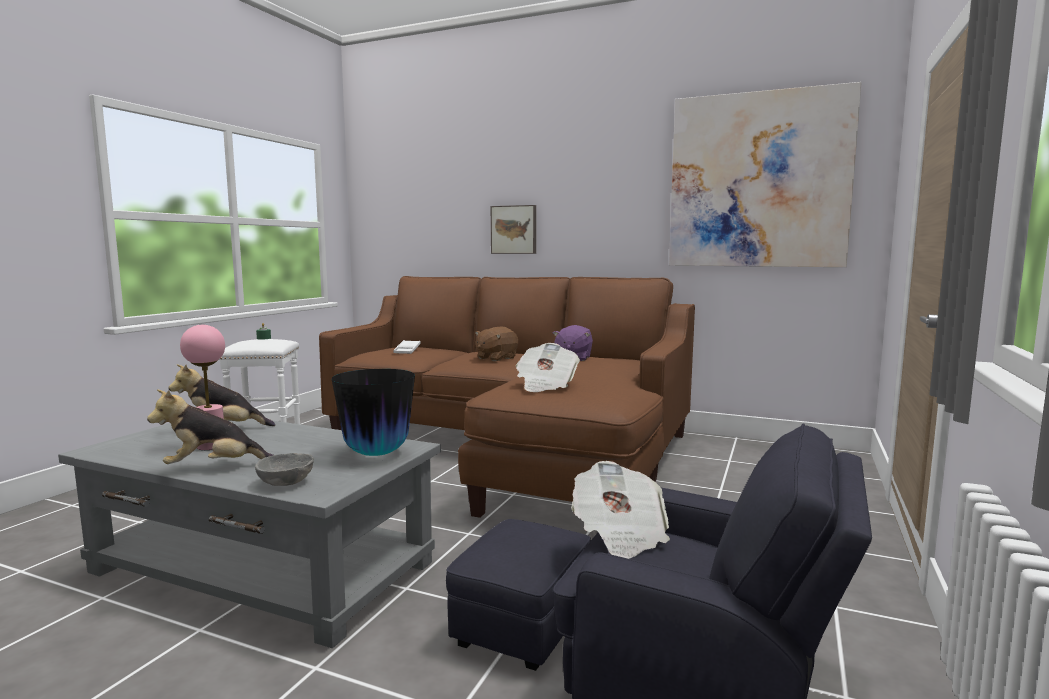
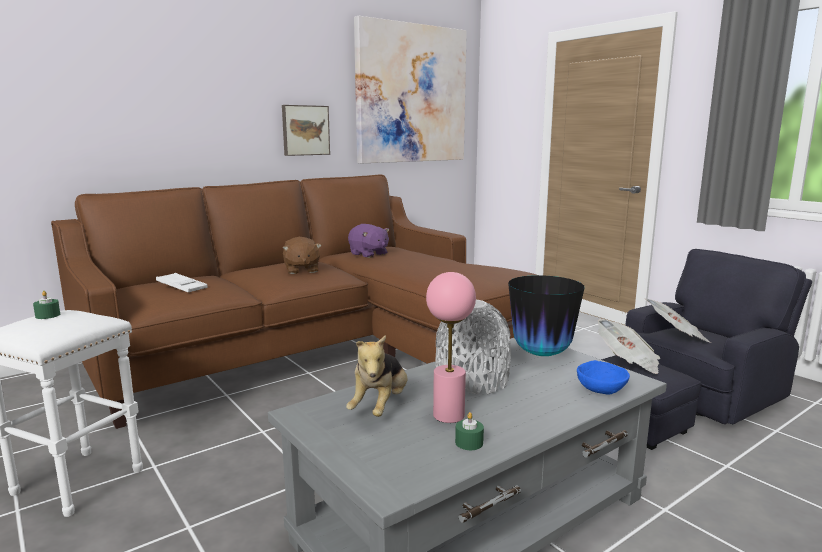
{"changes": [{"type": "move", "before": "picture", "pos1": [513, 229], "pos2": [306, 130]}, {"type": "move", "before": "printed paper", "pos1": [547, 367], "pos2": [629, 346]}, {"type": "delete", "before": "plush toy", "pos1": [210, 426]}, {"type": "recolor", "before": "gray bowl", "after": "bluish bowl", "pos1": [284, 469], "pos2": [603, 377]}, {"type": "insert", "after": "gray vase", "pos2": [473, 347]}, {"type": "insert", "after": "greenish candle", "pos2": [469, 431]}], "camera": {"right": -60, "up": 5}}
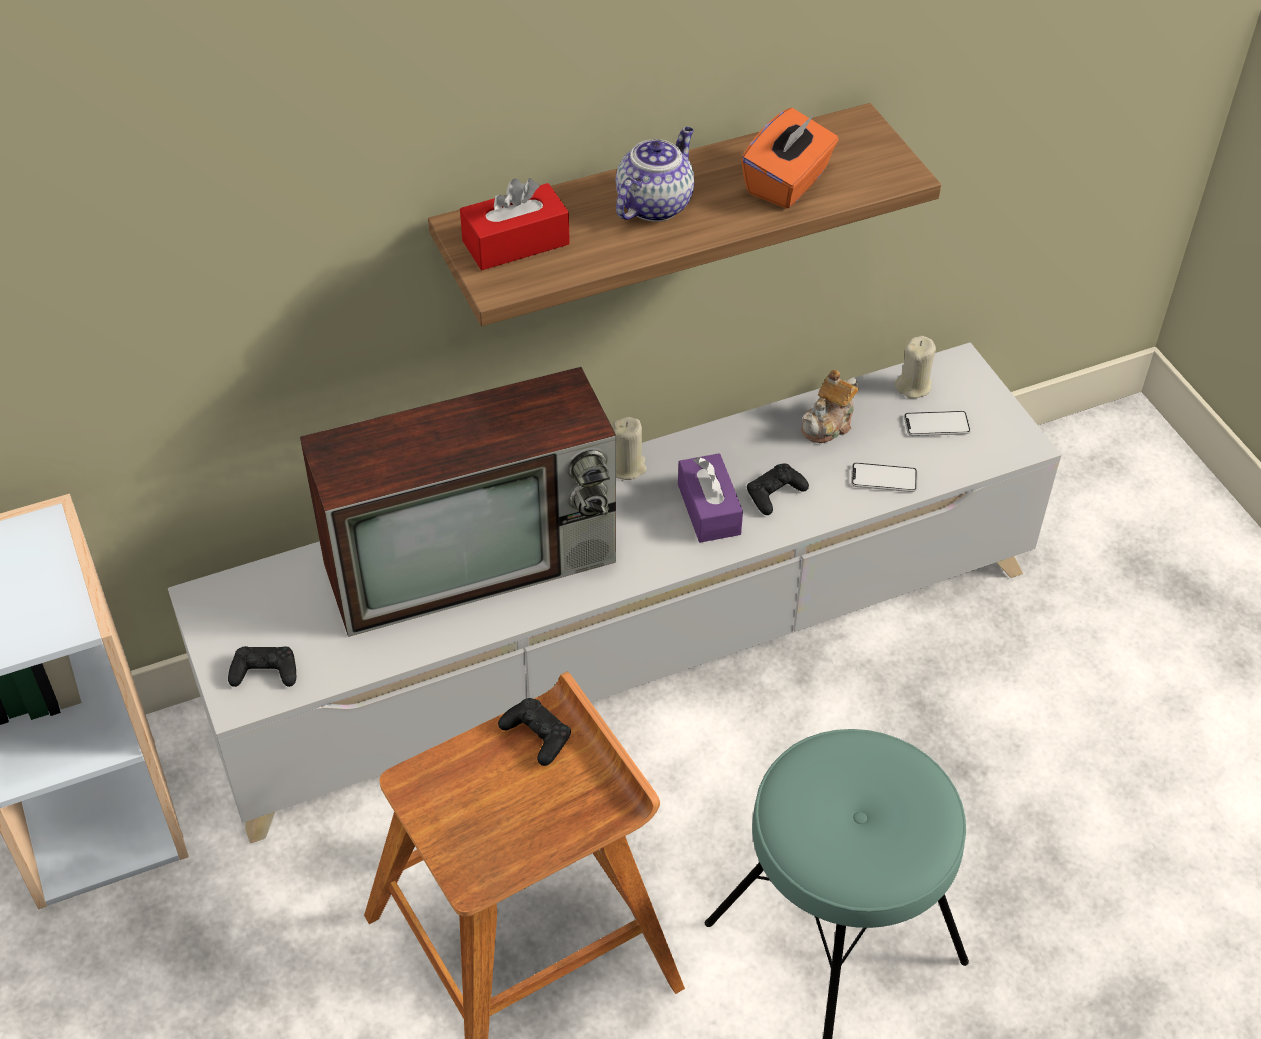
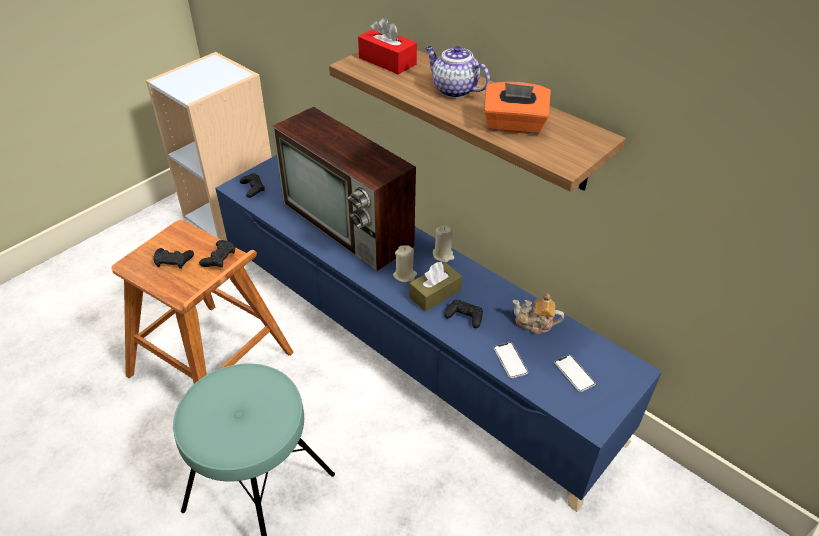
{"changes": [{"type": "rotate", "before": "teapot", "pos1": [655, 174], "pos2": [457, 72], "turn": -150}, {"type": "move", "before": "beige-coloured candle", "pos1": [915, 367], "pos2": [405, 263]}, {"type": "recolor", "before": "white tv unit", "after": "bluish tv unit", "pos1": [615, 593], "pos2": [438, 333]}, {"type": "recolor", "before": "purplish box of tissues", "after": "brown box of tissues", "pos1": [710, 498], "pos2": [435, 287]}, {"type": "insert", "after": "black-coloured game controller", "pos2": [173, 258]}], "camera": {"right": 65, "up": -5}}
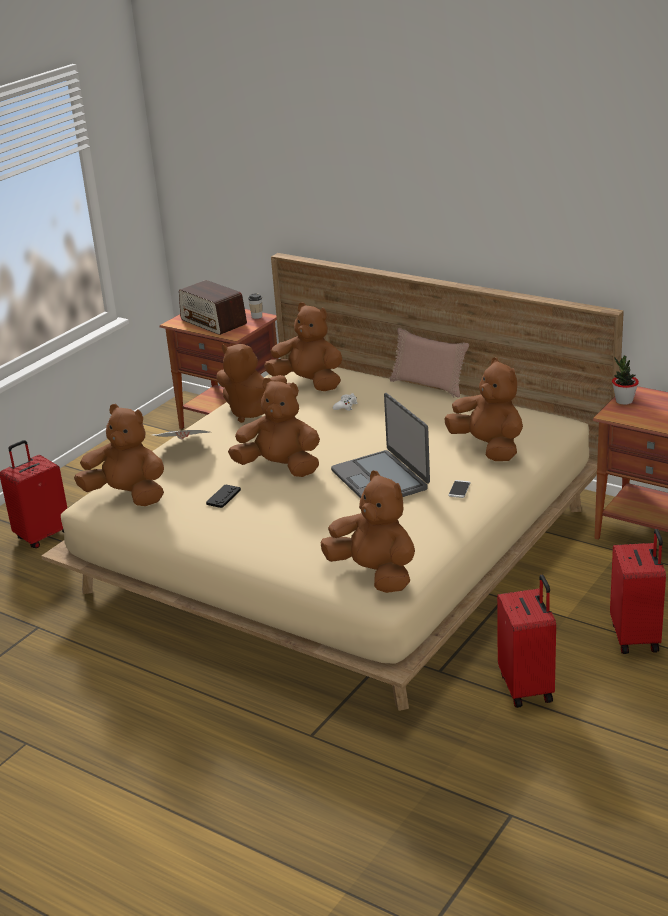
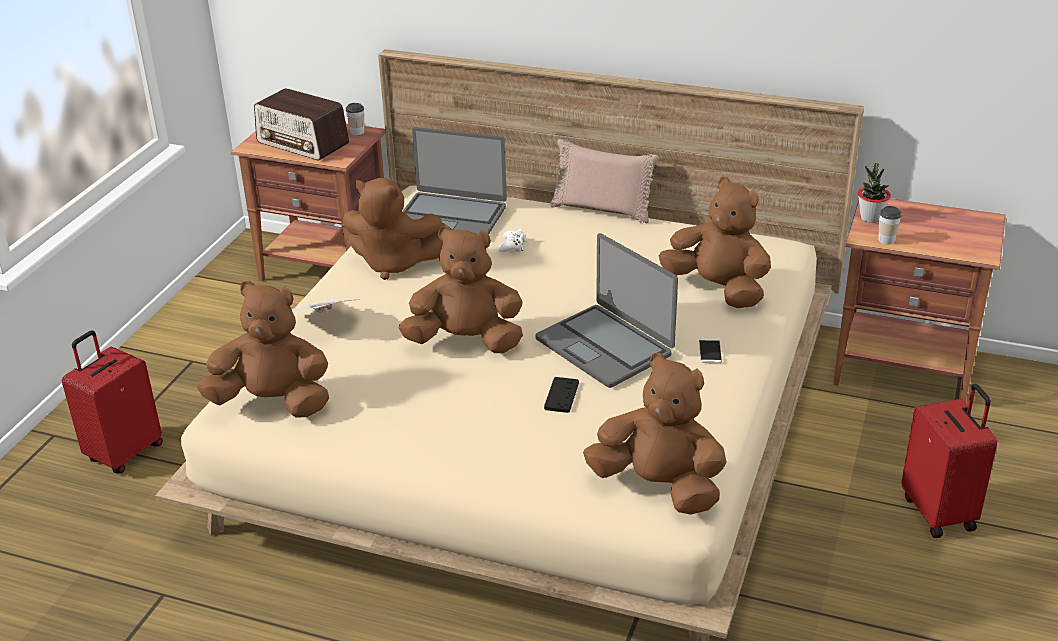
{"changes": [{"type": "replace", "before": "brown plush toy", "after": "notebook computer", "pos1": [303, 346], "pos2": [454, 180]}, {"type": "move", "before": "black-coloured game controller", "pos1": [223, 496], "pos2": [561, 395]}, {"type": "delete", "before": "red-coloured suitcase", "pos1": [526, 641]}, {"type": "insert", "after": "small cup", "pos2": [890, 225]}], "camera": {"right": -15, "up": 5}}
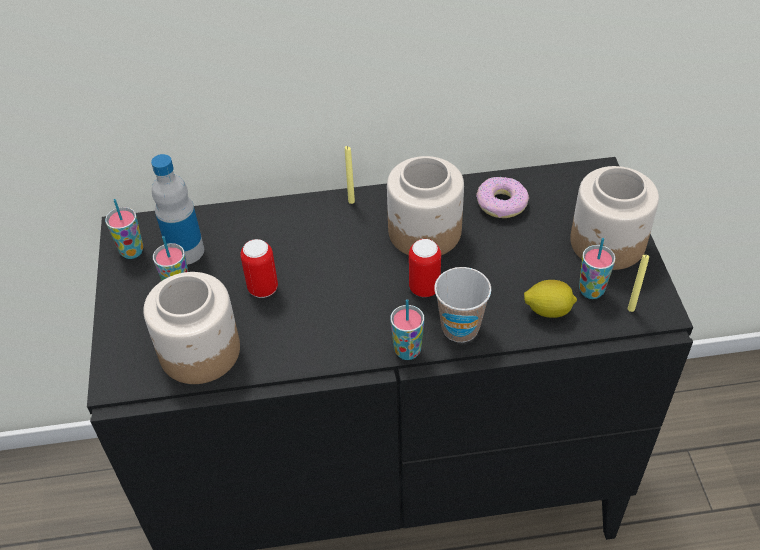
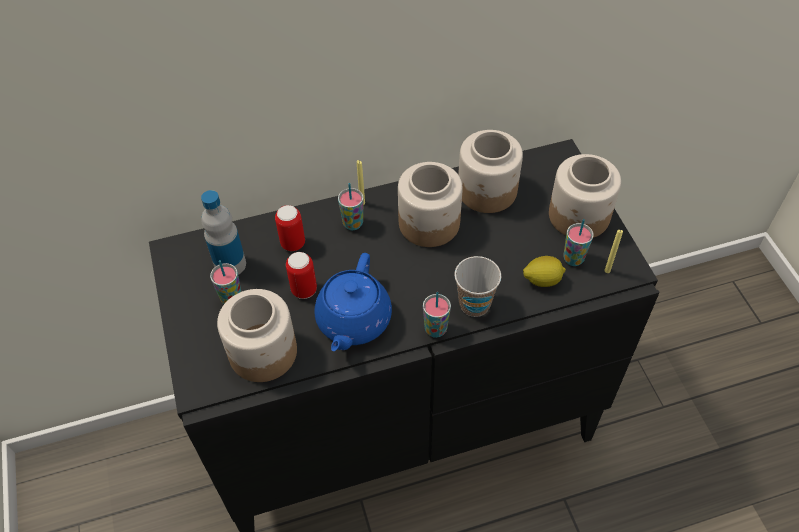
{"changes": [{"type": "replace", "before": "donut", "after": "storage jar", "pos1": [502, 197], "pos2": [490, 171]}, {"type": "move", "before": "small cup", "pos1": [124, 229], "pos2": [351, 206]}, {"type": "move", "before": "metal can", "pos1": [425, 268], "pos2": [290, 228]}, {"type": "insert", "after": "bluish teapot", "pos2": [353, 302]}], "camera": {"right": -10, "up": 5}}
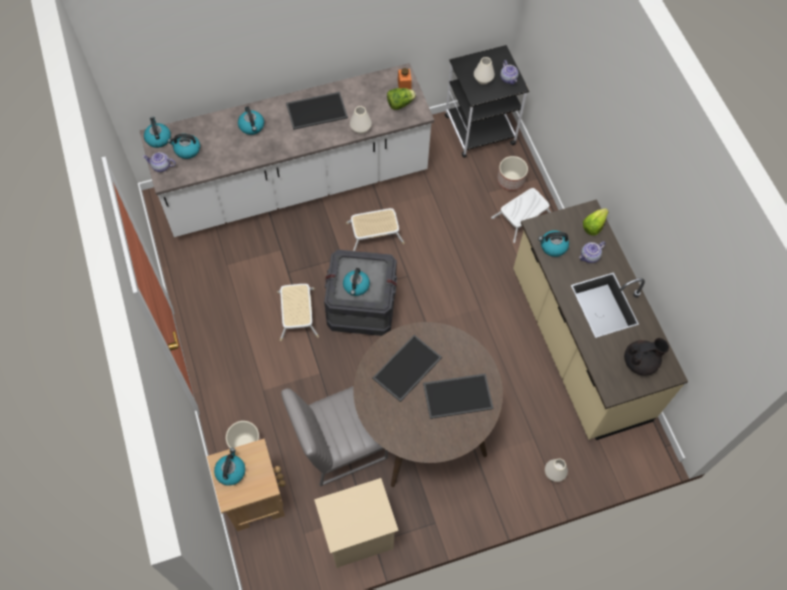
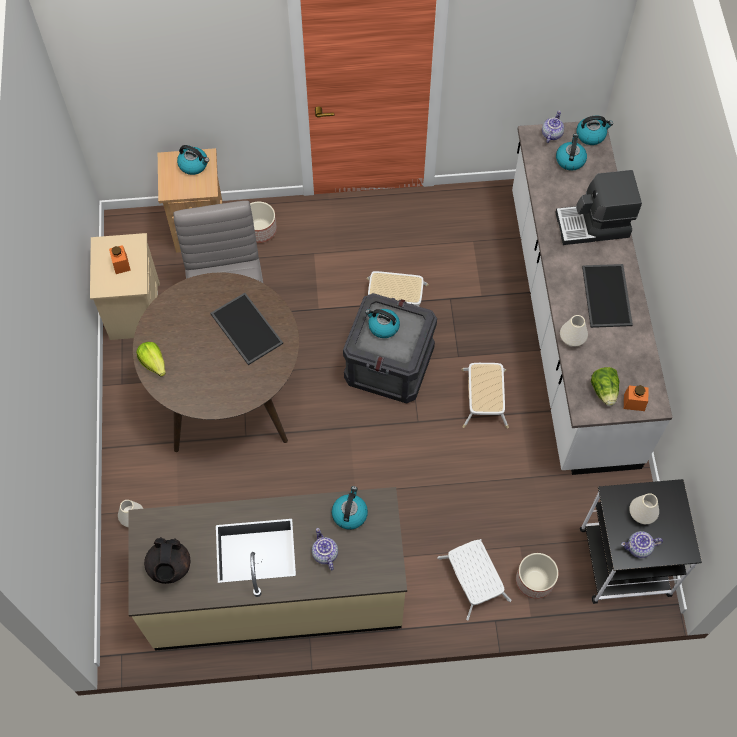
{"changes": [{"type": "replace", "before": "kettle", "after": "coffee brewer", "pos1": [251, 120], "pos2": [598, 207]}, {"type": "move", "before": "lettuce", "pos1": [596, 222], "pos2": [151, 359]}, {"type": "delete", "before": "carrying tray", "pos1": [458, 396]}, {"type": "insert", "after": "orangey storage jar", "pos2": [120, 259]}], "camera": {"right": 105, "up": 0}}
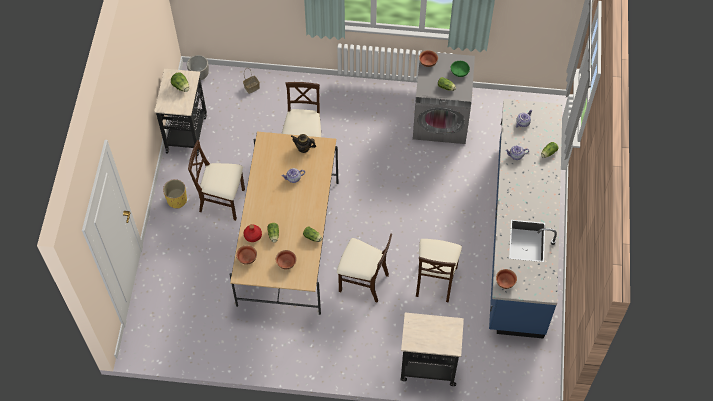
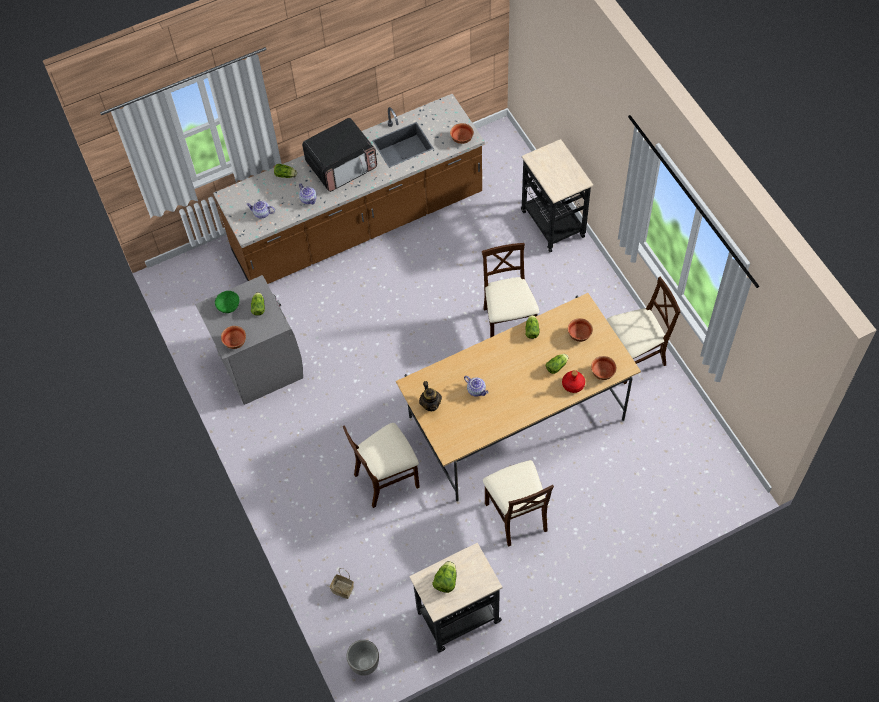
{"changes": [{"type": "recolor", "before": "bluish kitchen counter", "after": "brown kitchen counter", "pos1": [525, 219], "pos2": [349, 188]}, {"type": "delete", "before": "yellowish plant pot", "pos1": [175, 194]}, {"type": "move", "before": "beige-coloured plain chair", "pos1": [439, 270], "pos2": [643, 330]}, {"type": "insert", "after": "microwave oven", "pos2": [339, 155]}], "camera": {"right": -120, "up": 0}}
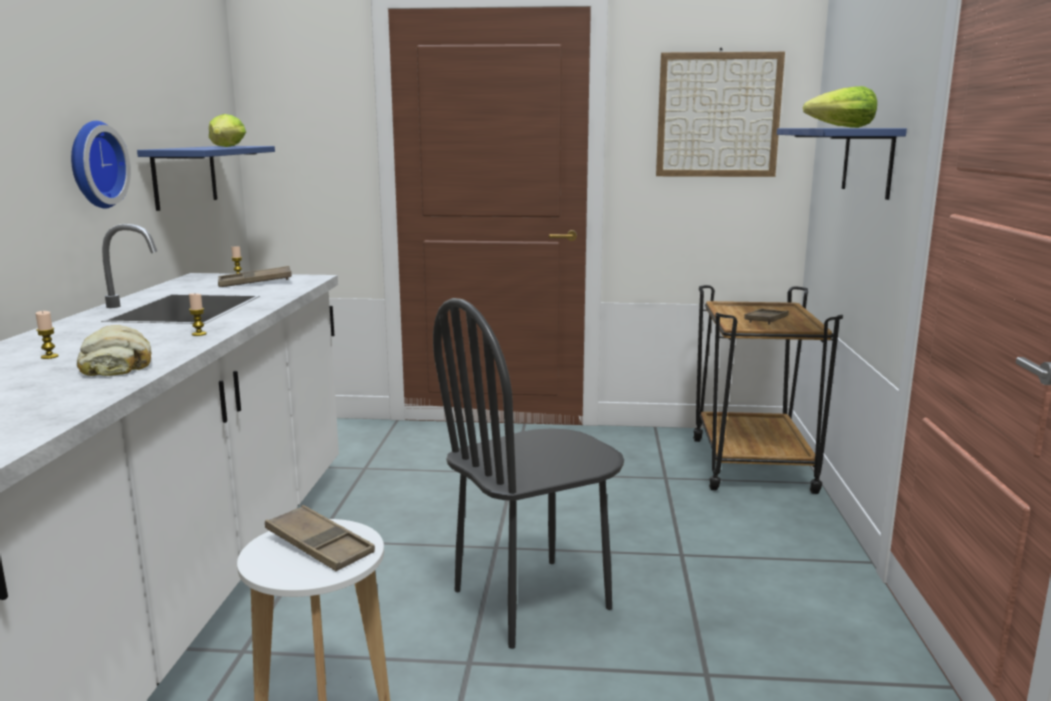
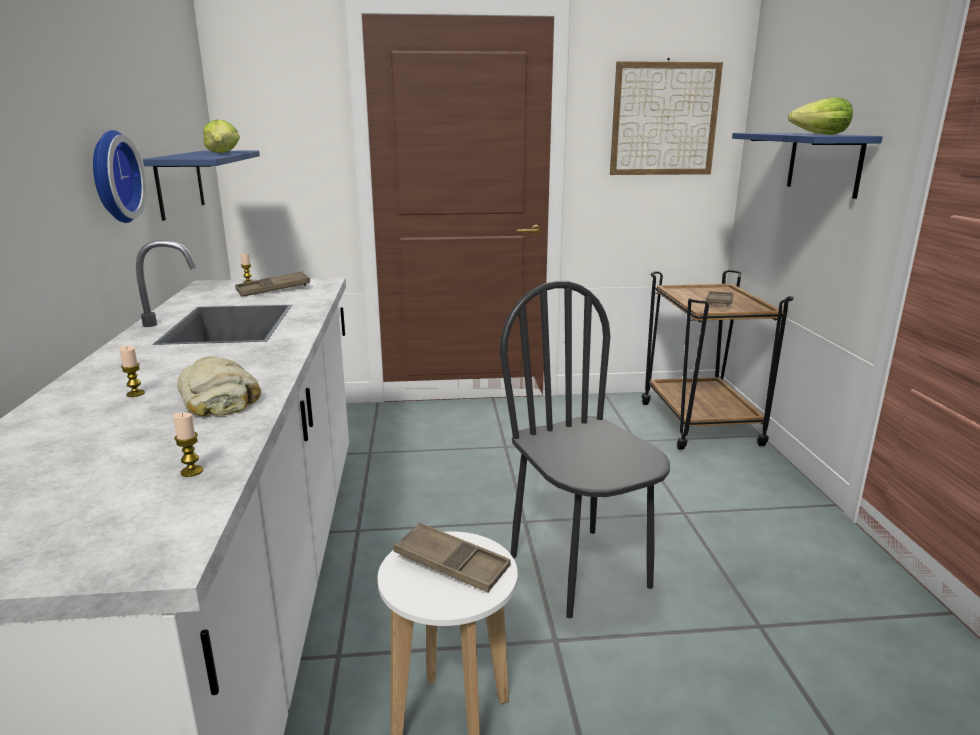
{"changes": [{"type": "move", "before": "candle", "pos1": [198, 314], "pos2": [188, 444]}, {"type": "rotate", "before": "black-coloured plain chair", "pos1": [528, 473], "pos2": [585, 449], "turn": 105}], "camera": {"right": -10, "up": 5}}
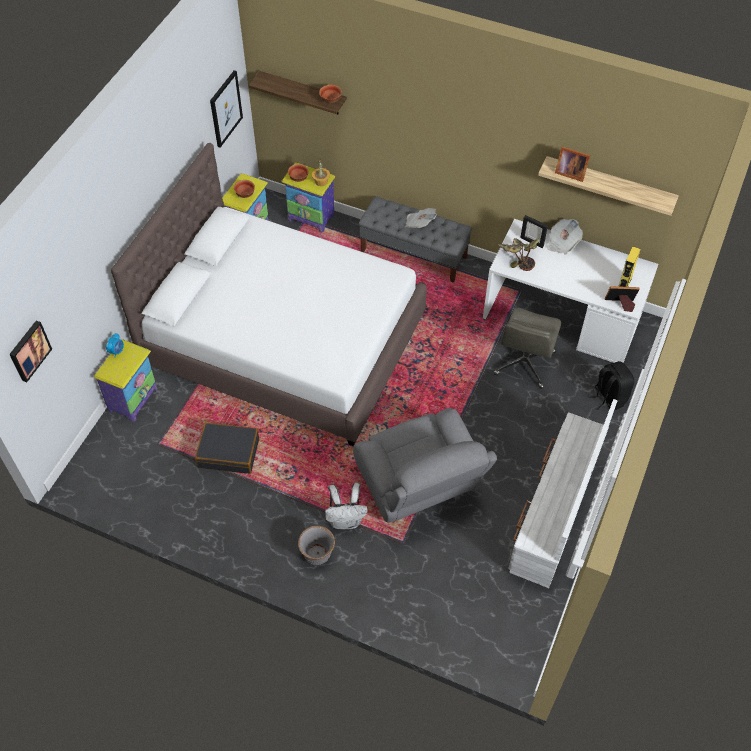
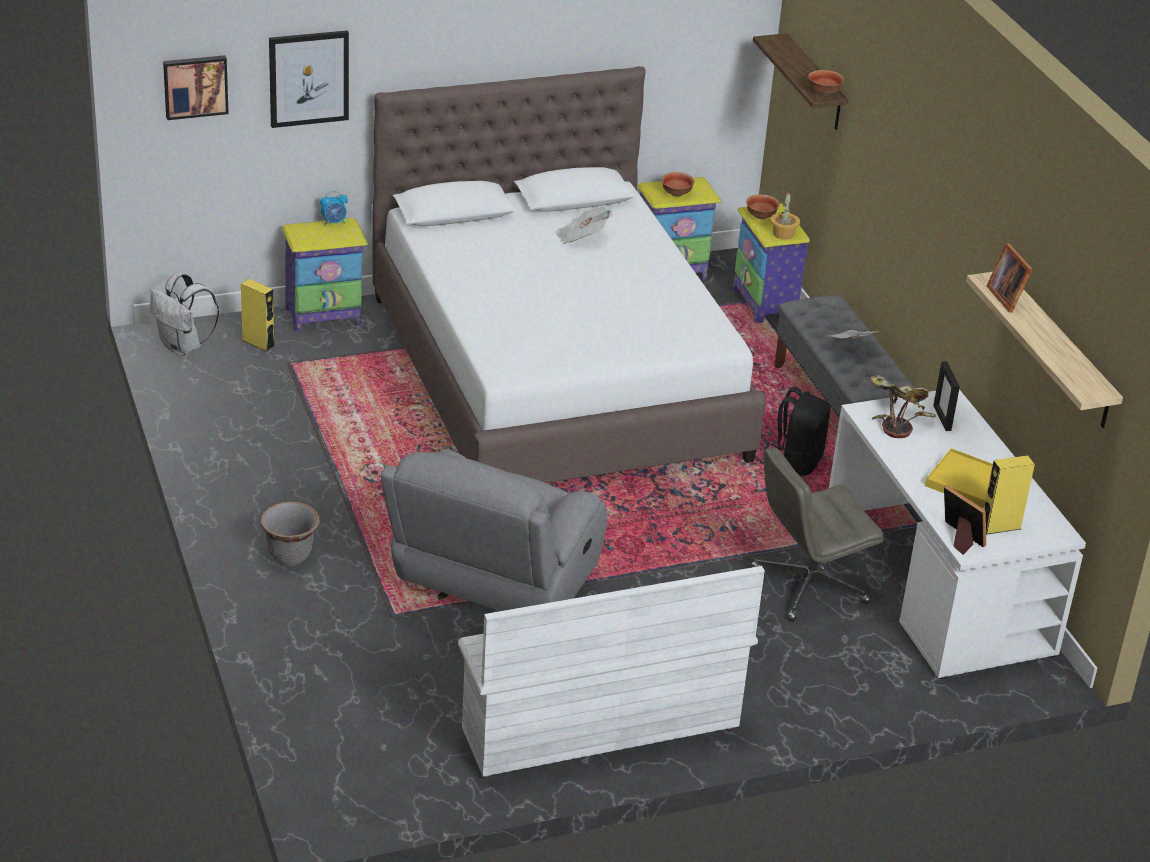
{"changes": [{"type": "move", "before": "picture", "pos1": [226, 109], "pos2": [309, 79]}, {"type": "move", "before": "printed paper", "pos1": [565, 236], "pos2": [583, 225]}, {"type": "move", "before": "black-coloured backpack", "pos1": [611, 385], "pos2": [797, 431]}, {"type": "delete", "before": "black-coloured suitcase", "pos1": [227, 448]}, {"type": "move", "before": "white backpack", "pos1": [346, 506], "pos2": [184, 314]}, {"type": "insert", "after": "yellowish speaker", "pos2": [258, 315]}, {"type": "insert", "after": "yellowish carrying tray", "pos2": [959, 478]}], "camera": {"right": 45, "up": -20}}
